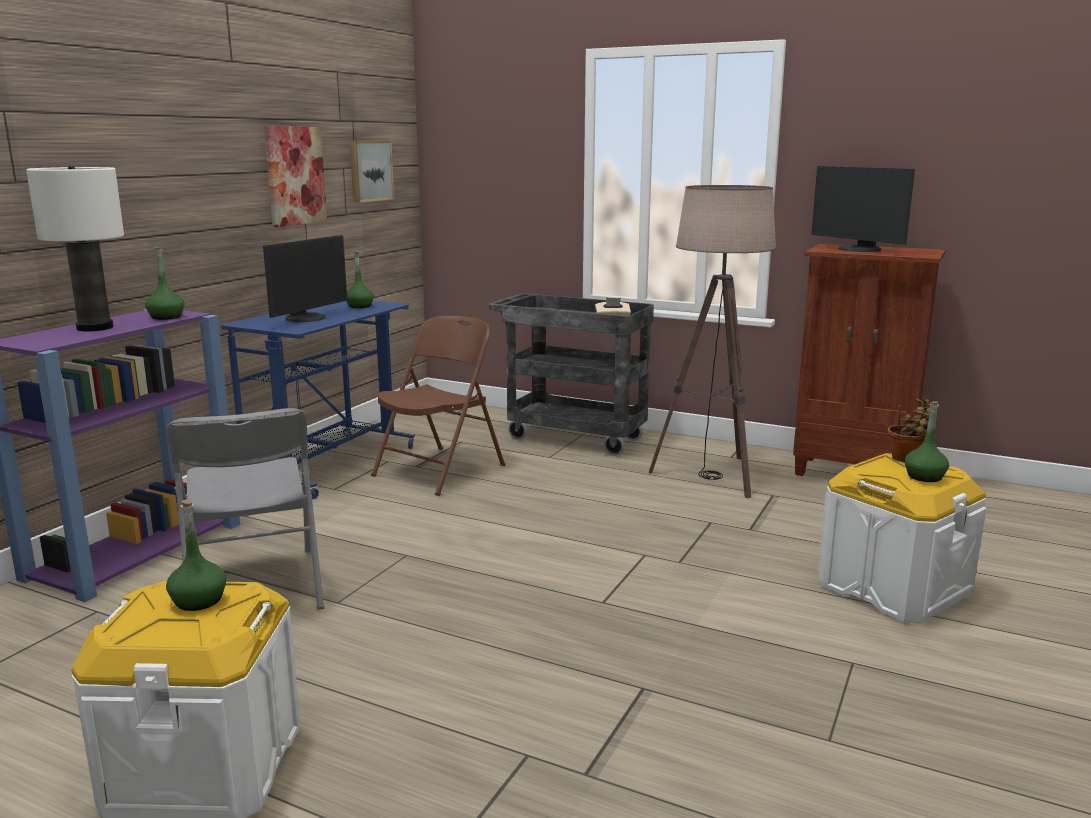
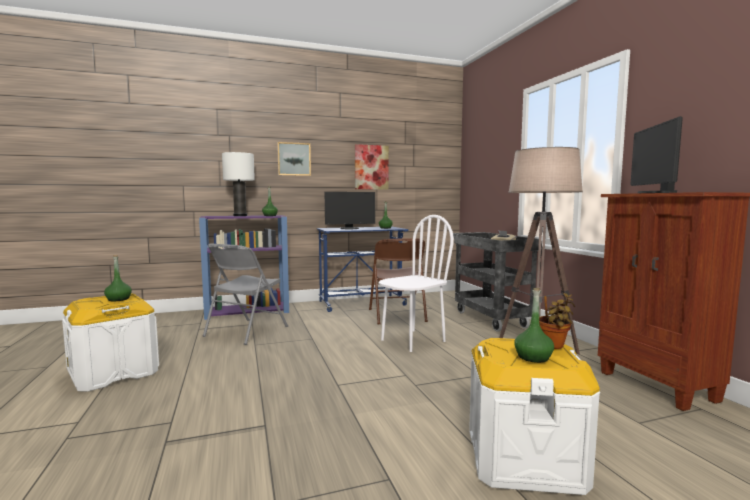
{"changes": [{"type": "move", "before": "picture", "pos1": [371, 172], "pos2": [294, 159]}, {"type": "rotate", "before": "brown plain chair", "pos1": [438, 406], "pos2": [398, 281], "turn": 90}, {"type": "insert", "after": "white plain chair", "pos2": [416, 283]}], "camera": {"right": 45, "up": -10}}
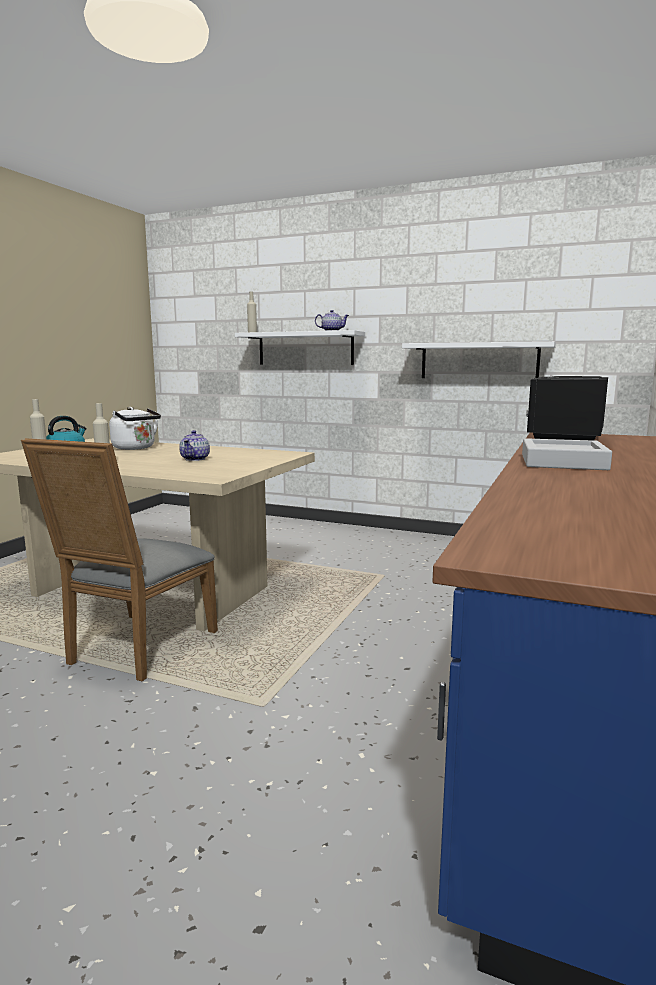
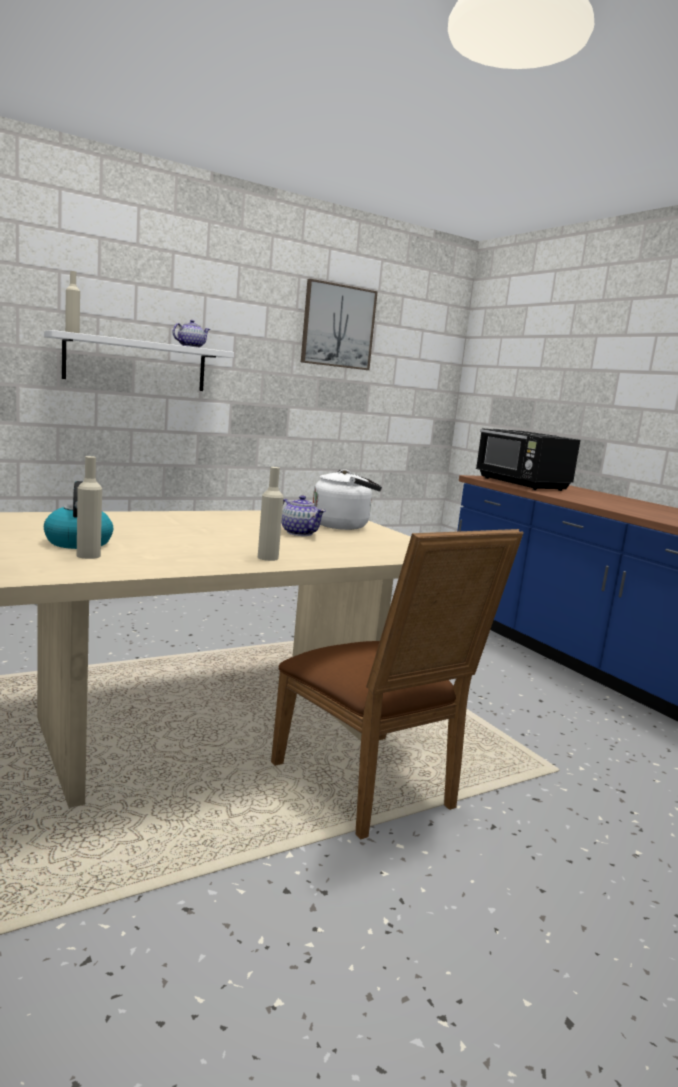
{"changes": [{"type": "delete", "before": "white bracket shelf", "pos1": [479, 359]}, {"type": "move", "before": "white kettle", "pos1": [135, 428], "pos2": [347, 499]}, {"type": "recolor", "before": "gray plain chair", "after": "brown plain chair", "pos1": [119, 559], "pos2": [397, 684]}, {"type": "delete", "before": "gray carrying tray", "pos1": [567, 454]}, {"type": "insert", "after": "picture", "pos2": [339, 324]}], "camera": {"right": -55, "up": 0}}
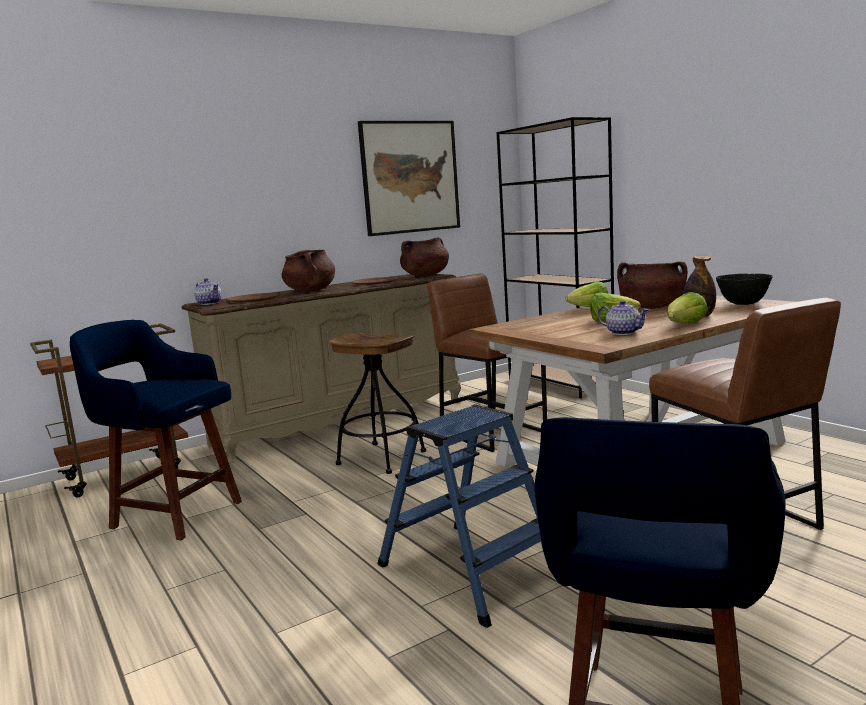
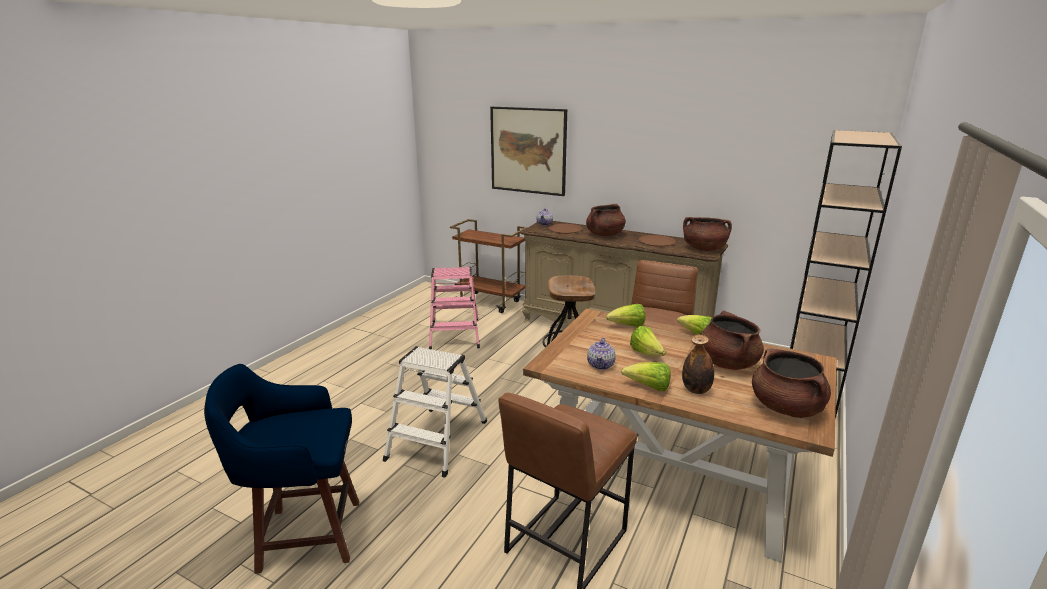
{"changes": [{"type": "move", "before": "picture", "pos1": [409, 178], "pos2": [528, 151]}, {"type": "replace", "before": "black-coloured bowl", "after": "brown stockpot", "pos1": [744, 289], "pos2": [791, 383]}, {"type": "replace", "before": "bluish stool", "after": "pinkish step stool", "pos1": [156, 430], "pos2": [454, 308]}, {"type": "recolor", "before": "bluish step stool", "after": "white step stool", "pos1": [459, 516], "pos2": [435, 412]}, {"type": "insert", "after": "lettuce", "pos2": [625, 315]}], "camera": {"right": 60, "up": 10}}
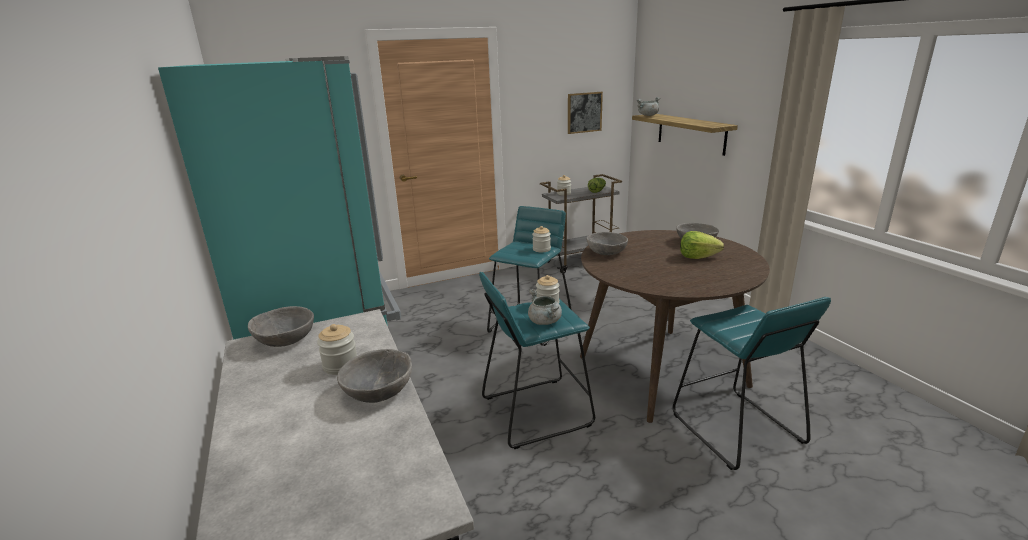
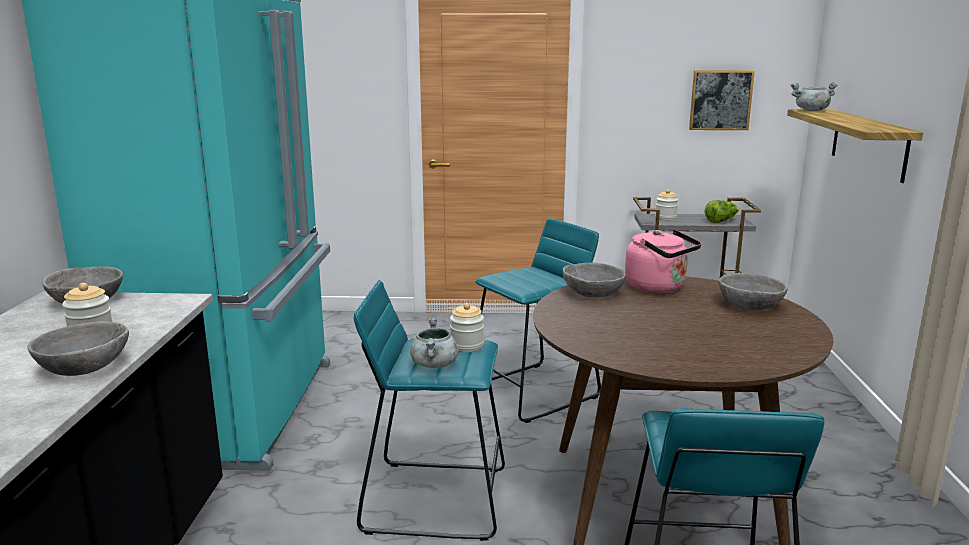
{"changes": [{"type": "delete", "before": "storage jar", "pos1": [541, 239]}, {"type": "delete", "before": "lettuce", "pos1": [702, 245]}, {"type": "insert", "after": "pinkish kettle", "pos2": [663, 261]}], "camera": {"right": 25, "up": -5}}
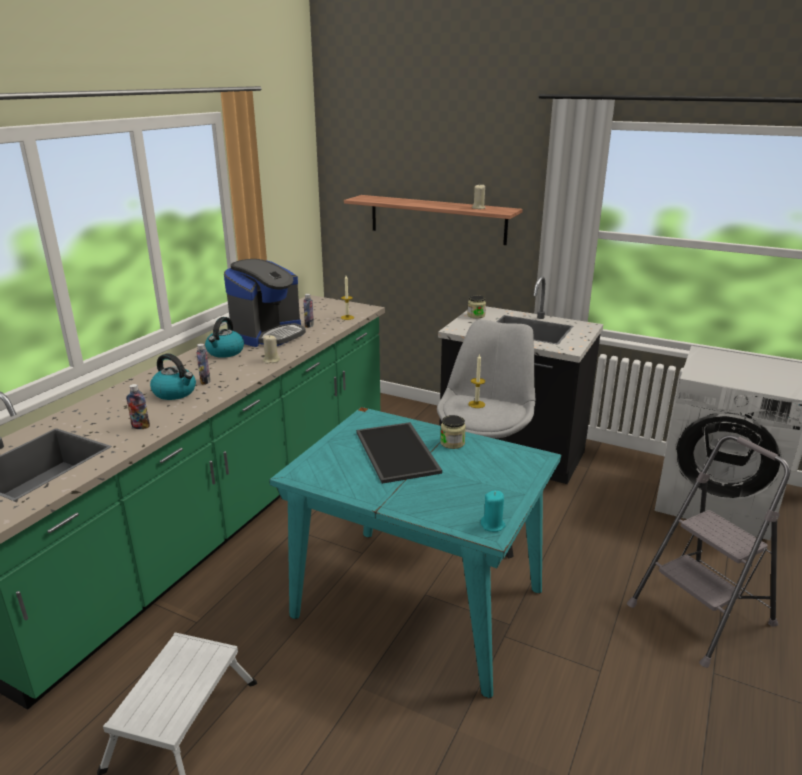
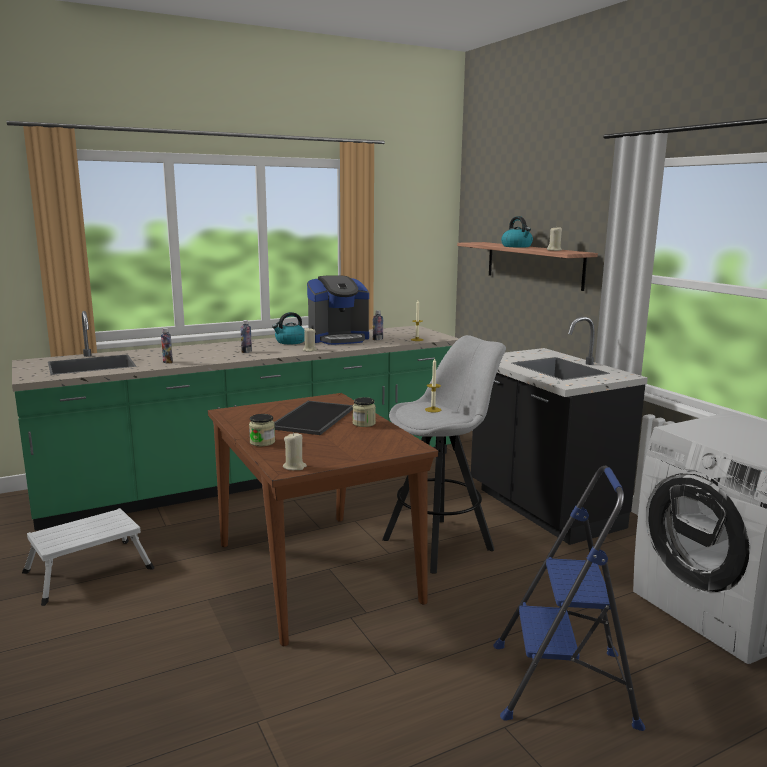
{"changes": [{"type": "move", "before": "storage jar", "pos1": [476, 306], "pos2": [262, 430]}, {"type": "move", "before": "kettle", "pos1": [173, 376], "pos2": [517, 232]}, {"type": "recolor", "before": "blue-green kitchen table", "after": "brown kitchen table", "pos1": [415, 552], "pos2": [323, 519]}, {"type": "recolor", "before": "gray step stool", "after": "bluish step stool", "pos1": [708, 551], "pos2": [569, 598]}, {"type": "recolor", "before": "blue-green candle", "after": "beige-coloured candle", "pos1": [493, 511], "pos2": [295, 451]}], "camera": {"right": 35, "up": -10}}
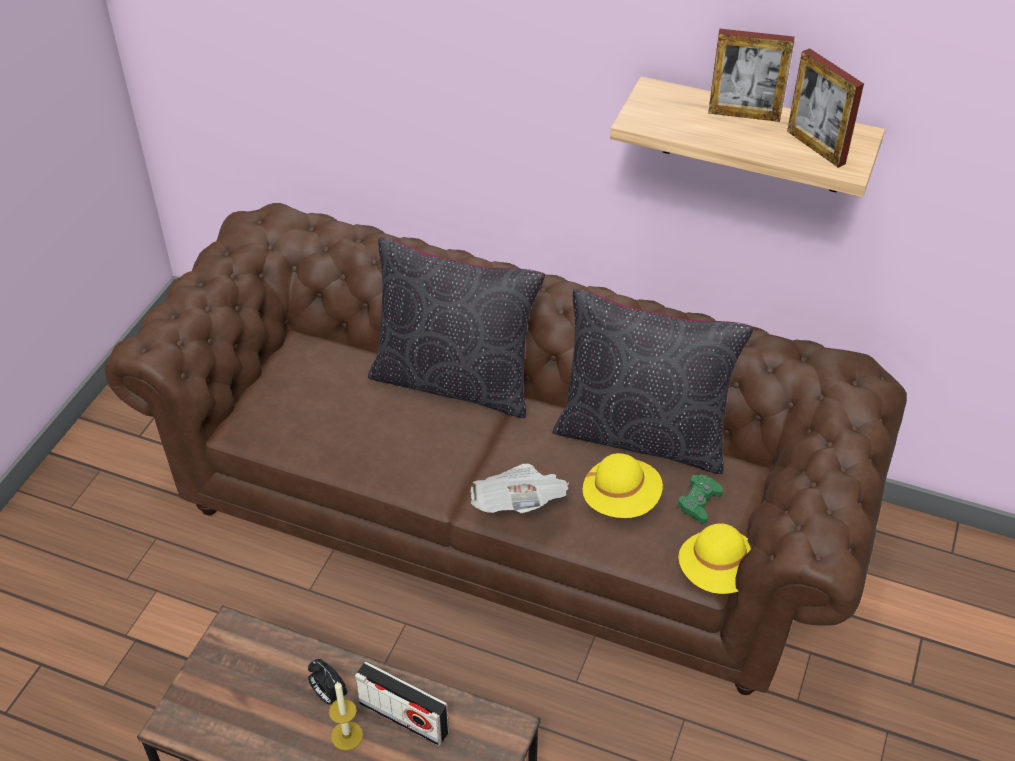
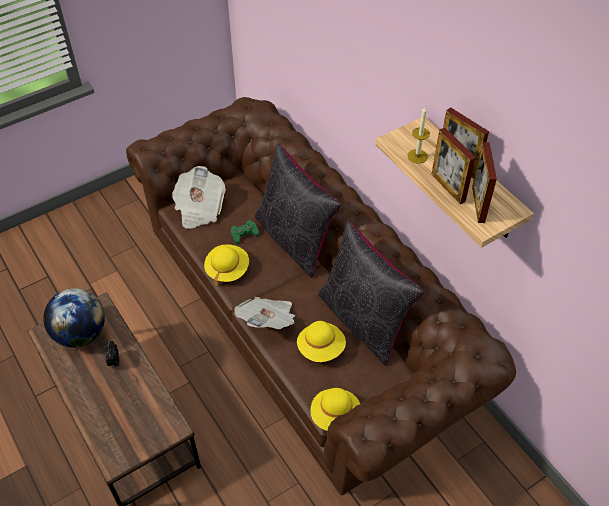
{"changes": [{"type": "move", "before": "greenish game controller", "pos1": [700, 499], "pos2": [245, 232]}, {"type": "delete", "before": "radio set", "pos1": [402, 704]}, {"type": "move", "before": "candle", "pos1": [346, 716], "pos2": [419, 135]}, {"type": "insert", "after": "photo frame", "pos2": [453, 166]}, {"type": "insert", "after": "printed paper", "pos2": [199, 197]}, {"type": "insert", "after": "yellowish hat", "pos2": [226, 265]}, {"type": "insert", "after": "globe", "pos2": [74, 318]}], "camera": {"right": 35, "up": 5}}
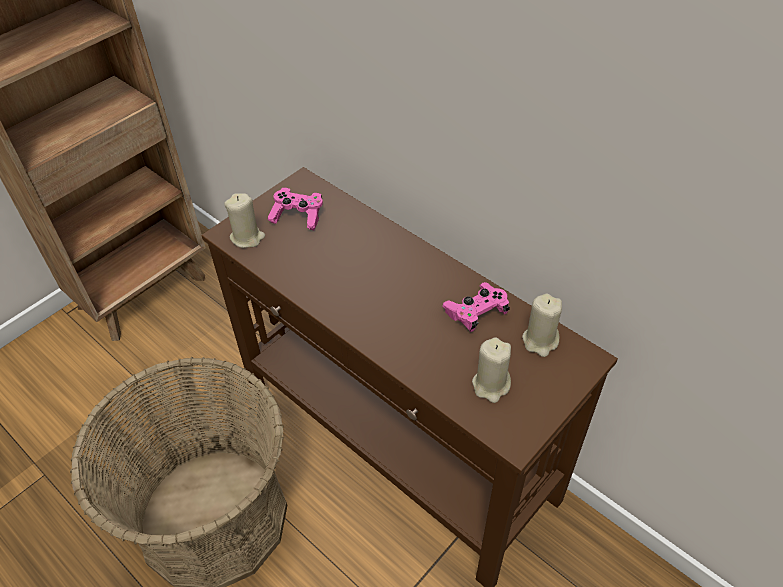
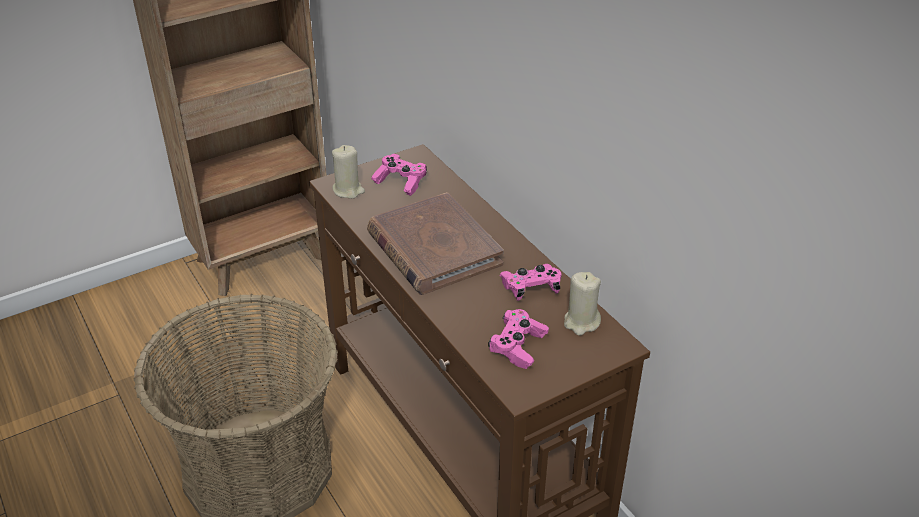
{"changes": [{"type": "replace", "before": "beige-coloured candle", "after": "pinkish game controller", "pos1": [491, 370], "pos2": [518, 339]}, {"type": "insert", "after": "brown book", "pos2": [435, 243]}], "camera": {"right": 15, "up": -10}}
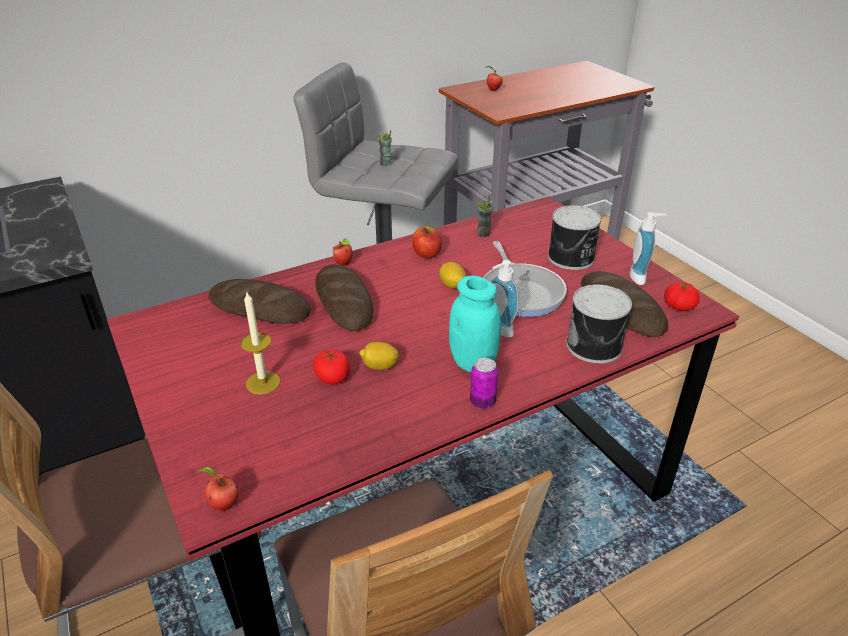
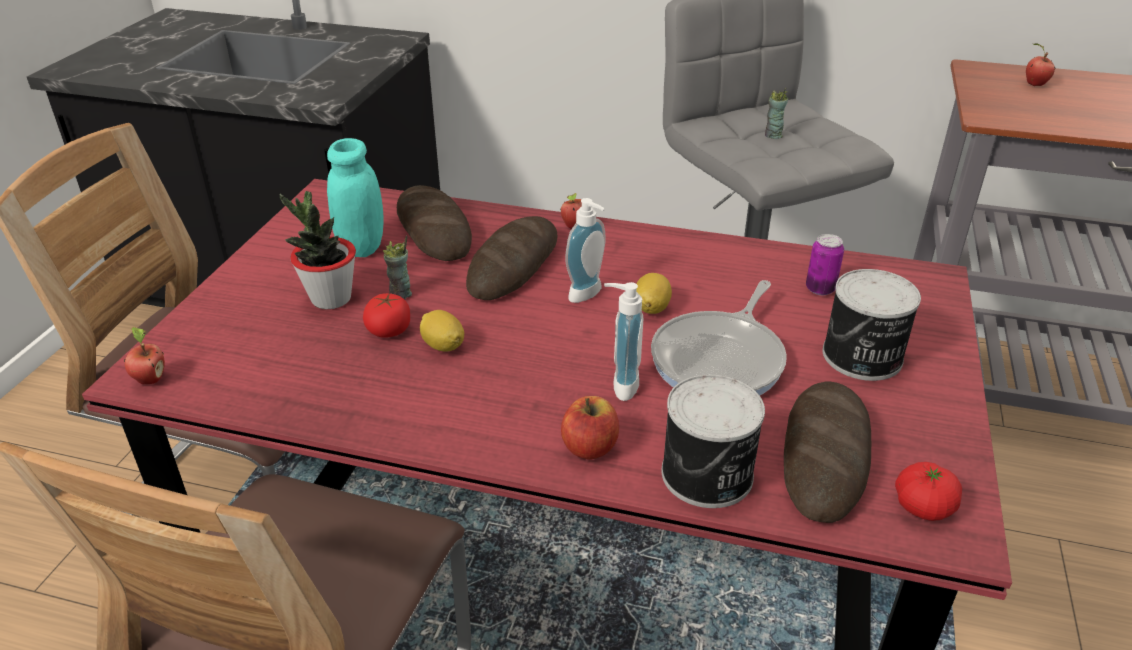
{"changes": [{"type": "move", "before": "small cup", "pos1": [485, 215], "pos2": [397, 267]}, {"type": "move", "before": "soap bottle", "pos1": [648, 248], "pos2": [585, 250]}, {"type": "move", "before": "whole apple", "pos1": [427, 242], "pos2": [590, 427]}, {"type": "move", "before": "blue-green storage jar", "pos1": [475, 323], "pos2": [355, 197]}, {"type": "replace", "before": "candle", "after": "plant in a pot", "pos1": [260, 343], "pos2": [317, 250]}, {"type": "move", "before": "metal can", "pos1": [484, 383], "pos2": [825, 264]}], "camera": {"right": 45, "up": 0}}
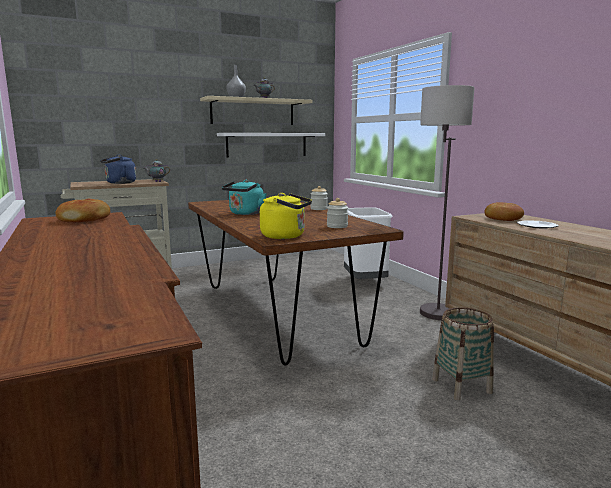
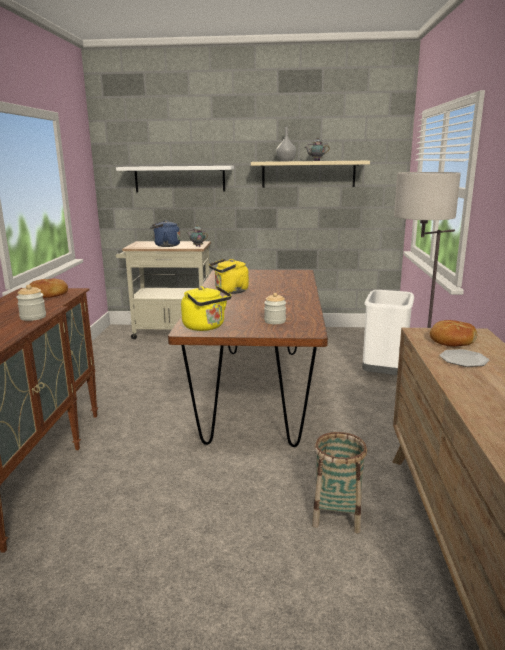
{"changes": [{"type": "move", "before": "white bracket shelf", "pos1": [271, 145], "pos2": [175, 179]}, {"type": "recolor", "before": "blue-green kettle", "after": "yellowish kettle", "pos1": [244, 197], "pos2": [229, 276]}, {"type": "move", "before": "storage jar", "pos1": [319, 198], "pos2": [31, 303]}], "camera": {"right": 30, "up": 5}}
